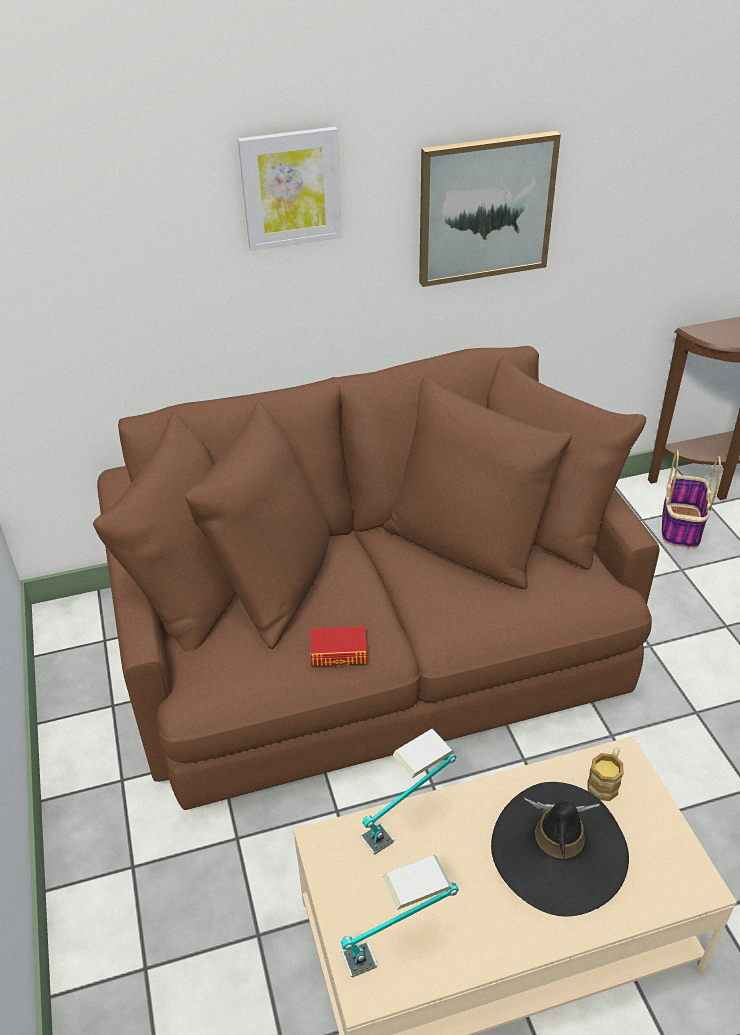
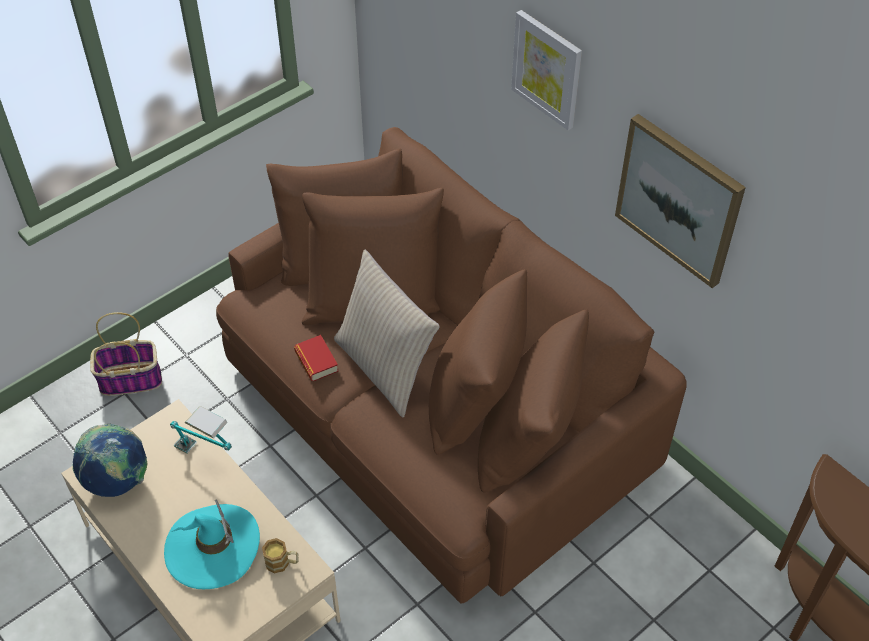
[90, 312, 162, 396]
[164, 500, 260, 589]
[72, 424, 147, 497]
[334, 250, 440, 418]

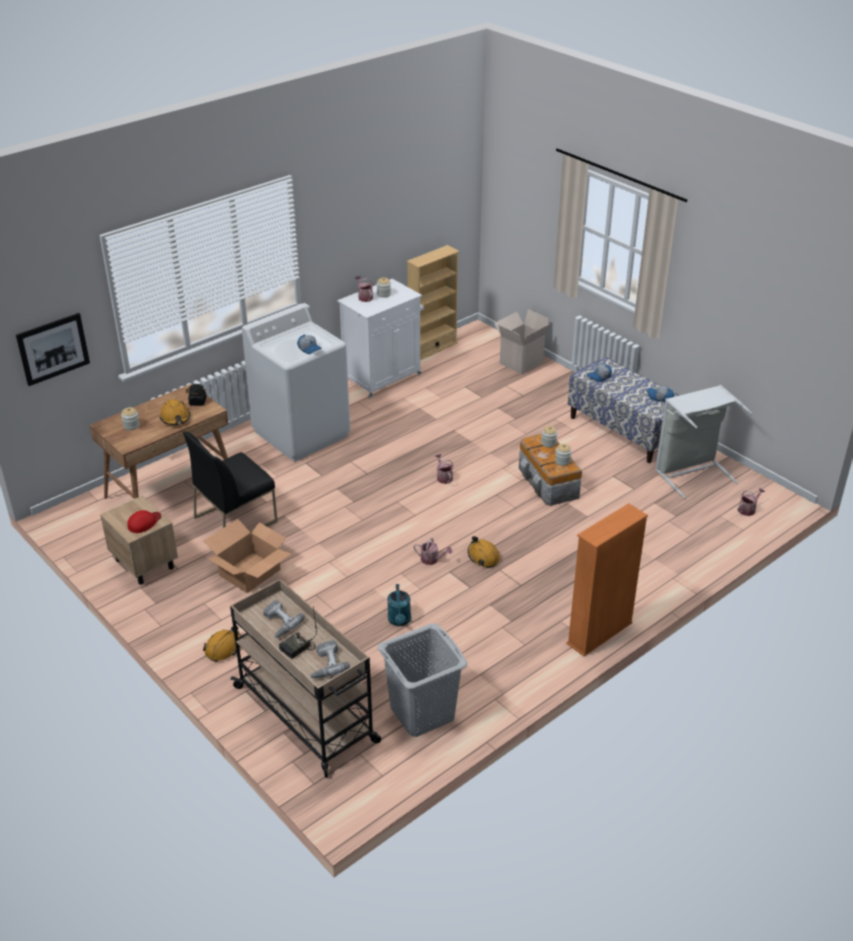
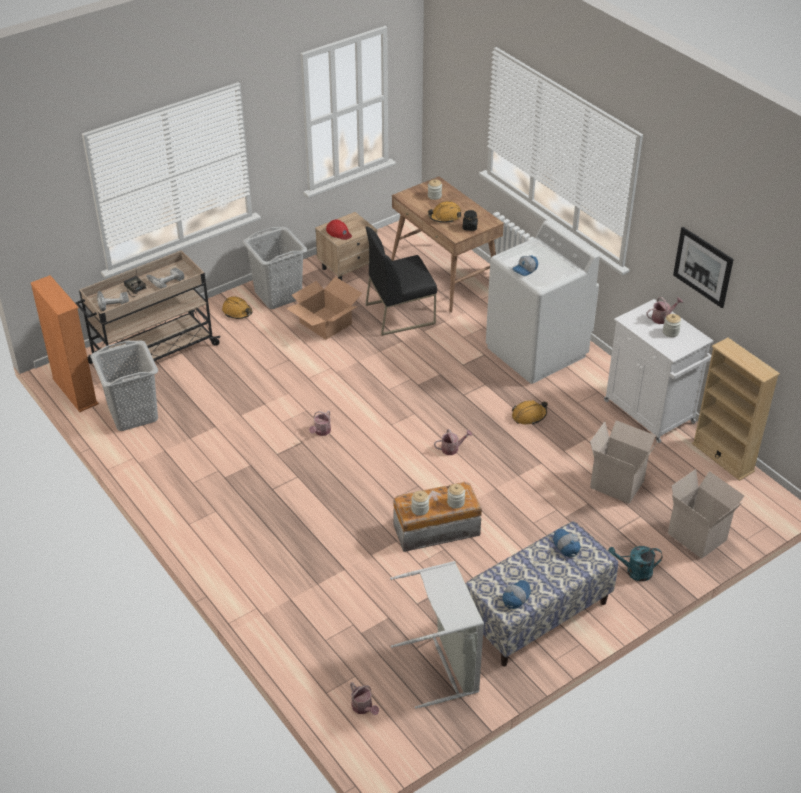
[673, 227, 734, 308]
[365, 226, 437, 336]
[30, 275, 99, 412]
[512, 400, 548, 424]
[608, 546, 662, 581]
[242, 227, 307, 309]
[590, 420, 657, 504]

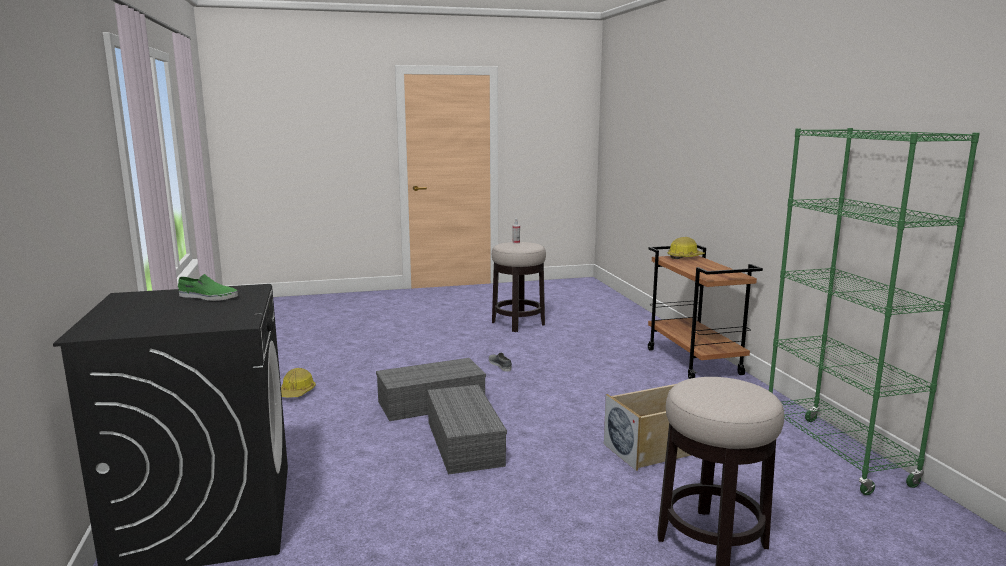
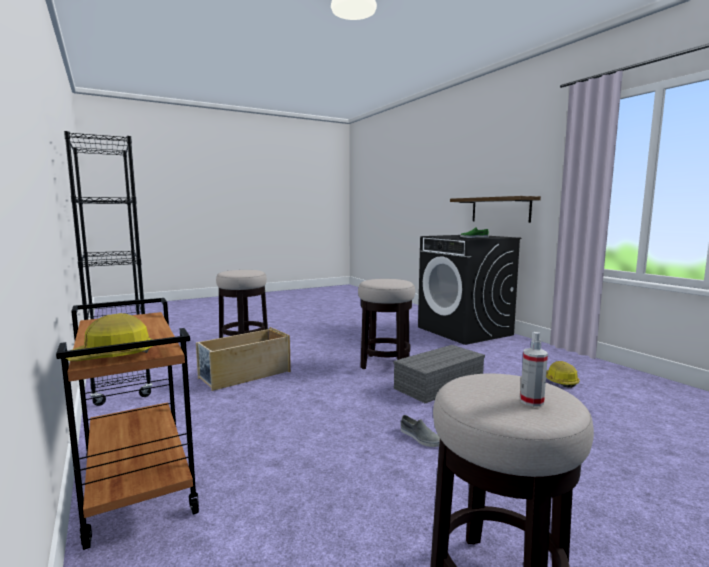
[64, 131, 153, 406]
[358, 279, 415, 369]
[450, 196, 541, 223]

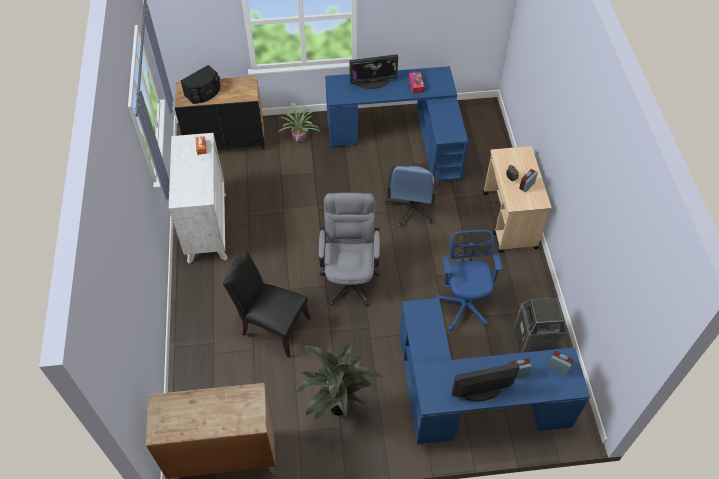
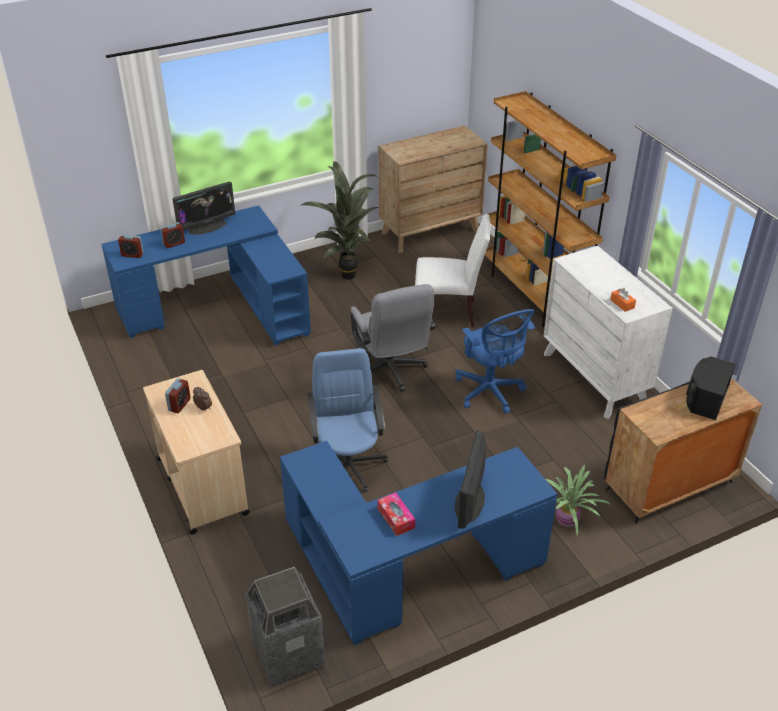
[455, 430, 487, 528]
[455, 309, 535, 414]
[415, 214, 491, 327]
[246, 567, 325, 687]
[485, 91, 616, 327]

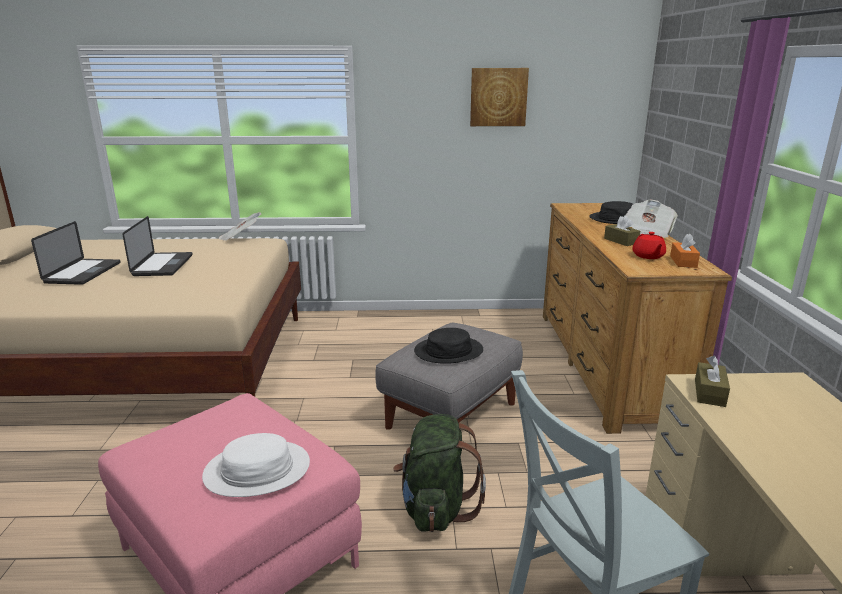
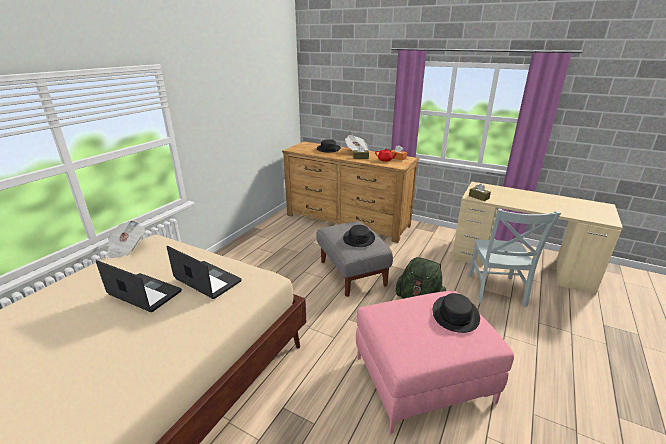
[470, 68, 529, 126] (first image)
[167, 246, 241, 299]
[432, 293, 480, 333]

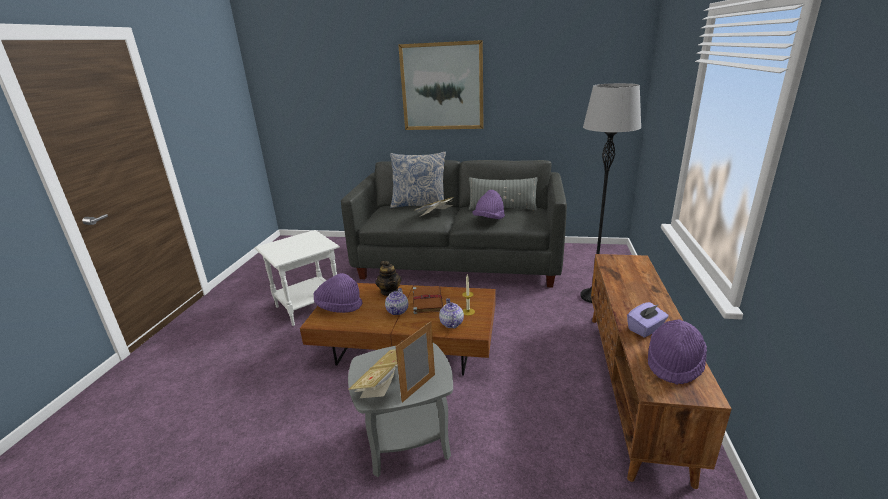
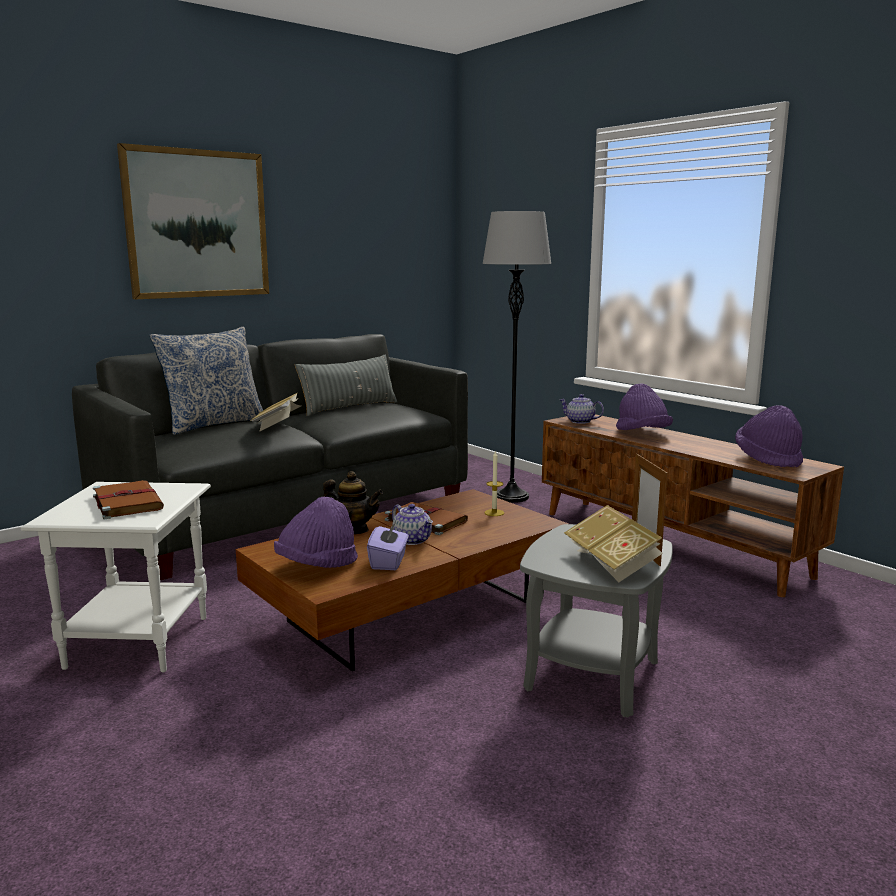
[616, 383, 673, 430]
[559, 394, 604, 424]
[367, 520, 409, 570]
[93, 480, 164, 519]

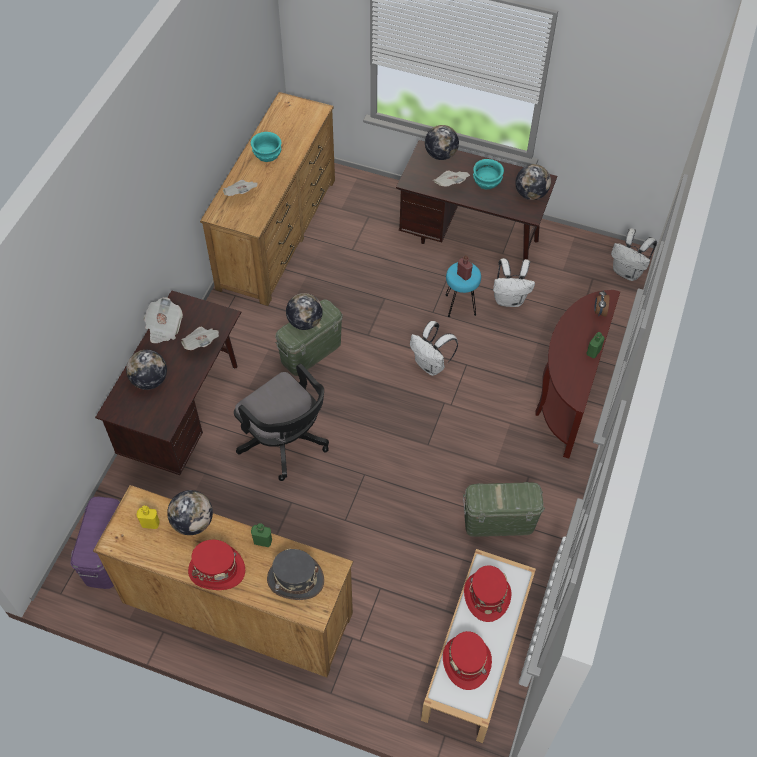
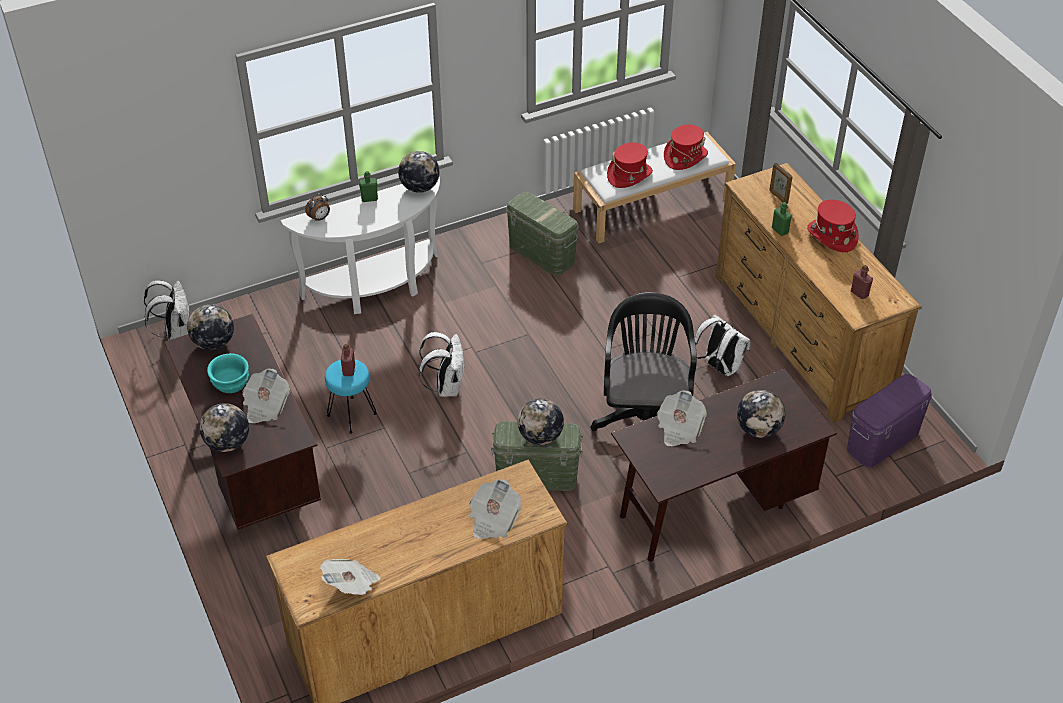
[251, 132, 282, 162] (first image)
[695, 314, 751, 376]
[281, 177, 440, 314]
[320, 559, 381, 595]
[398, 151, 440, 193]
[851, 265, 873, 299]
[769, 163, 793, 204]

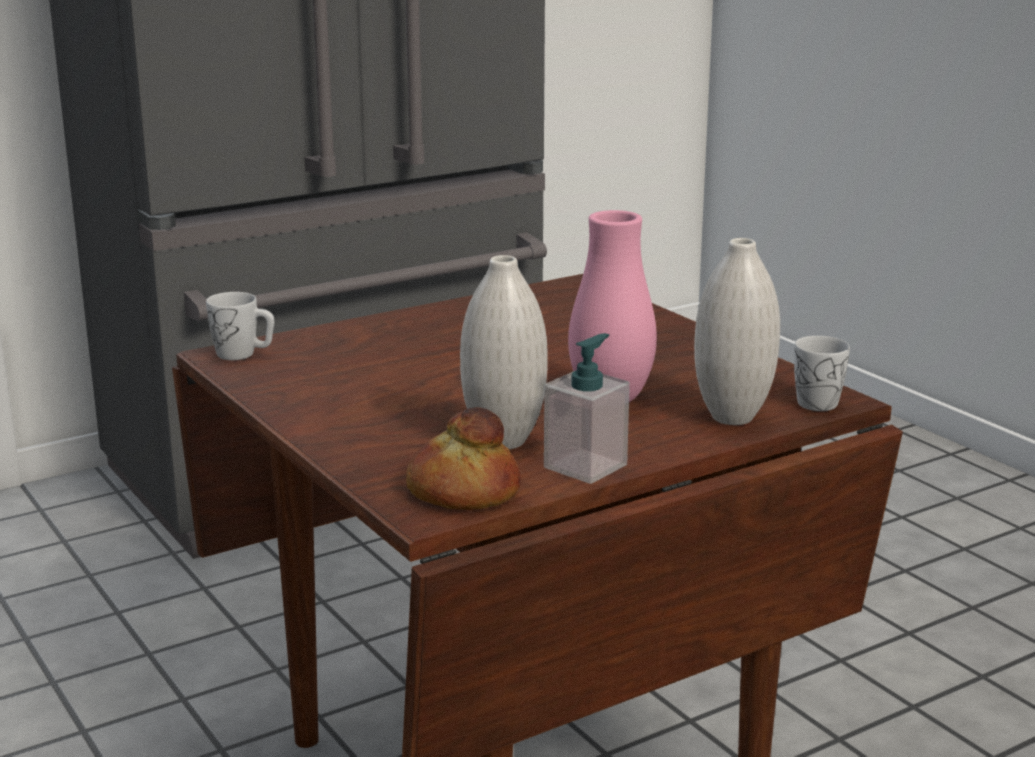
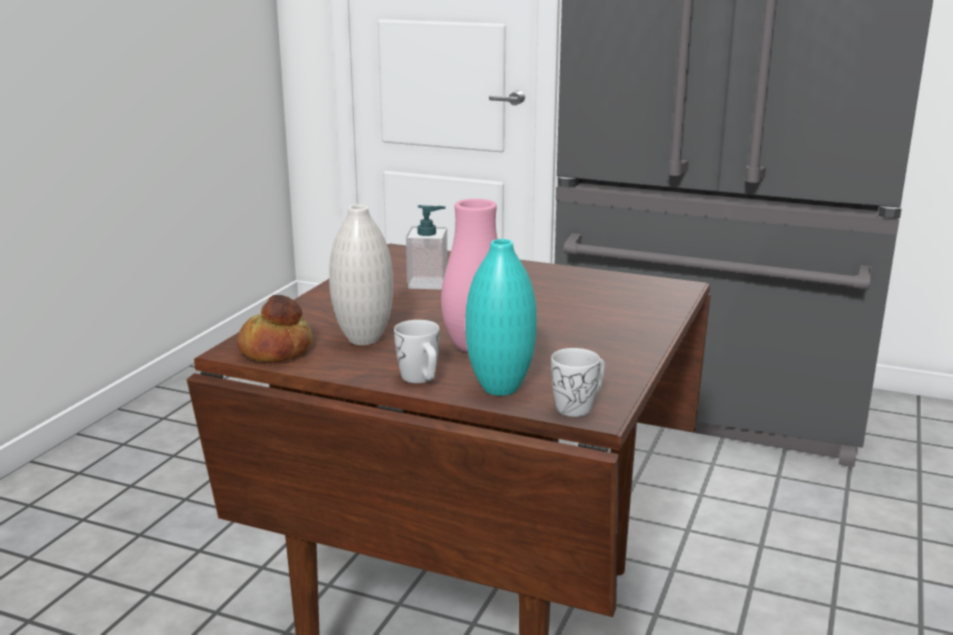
[465, 239, 537, 396]
[394, 320, 440, 383]
[406, 205, 448, 290]

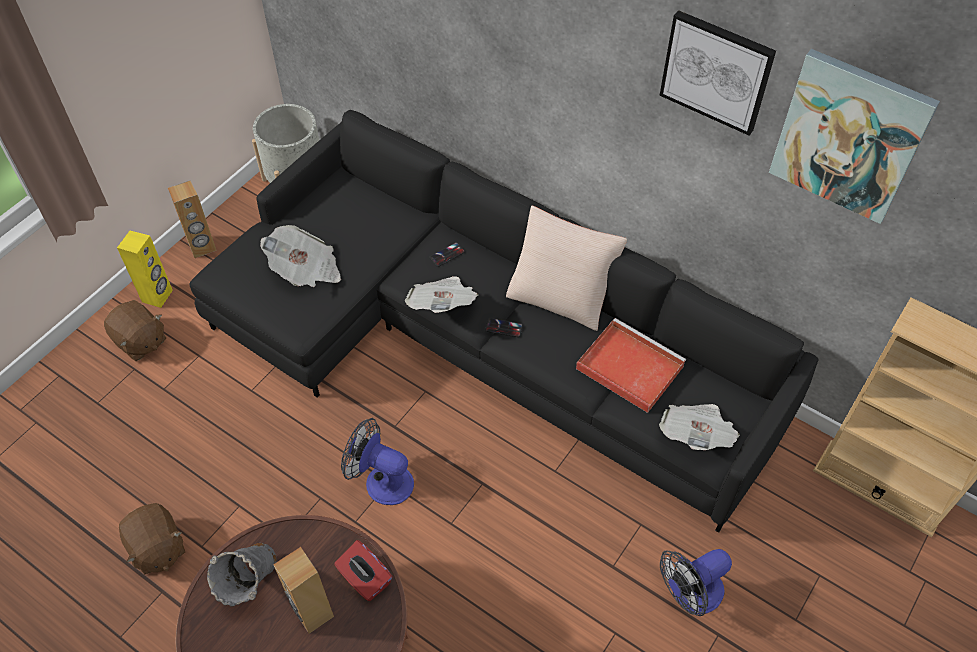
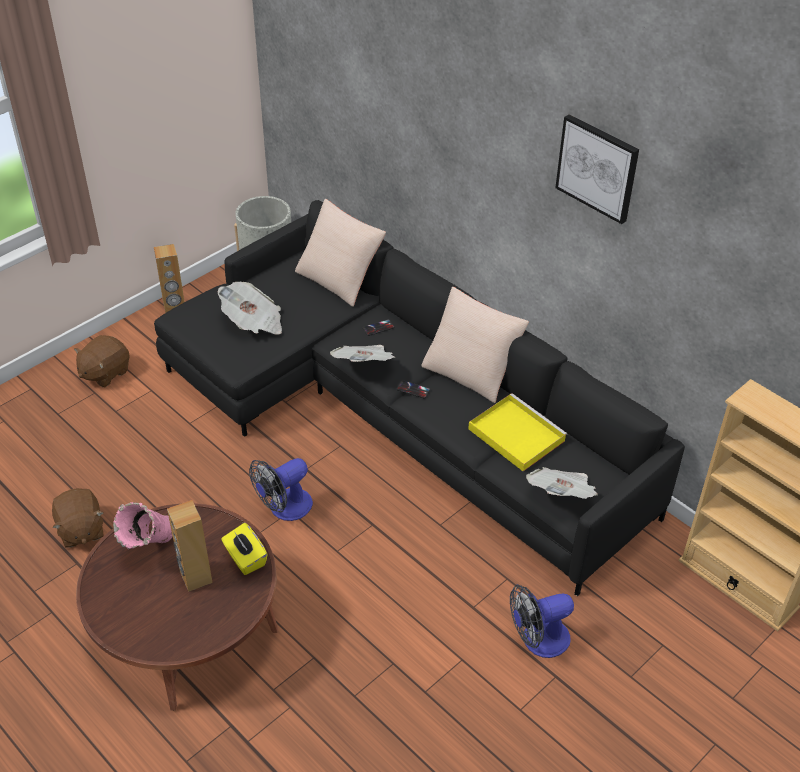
[769, 49, 940, 224] (first image)
[117, 231, 173, 308] (first image)
[74, 335, 130, 387]
[468, 393, 567, 471]
[249, 458, 313, 521]
[221, 523, 268, 575]
[113, 502, 173, 549]
[295, 199, 386, 307]

